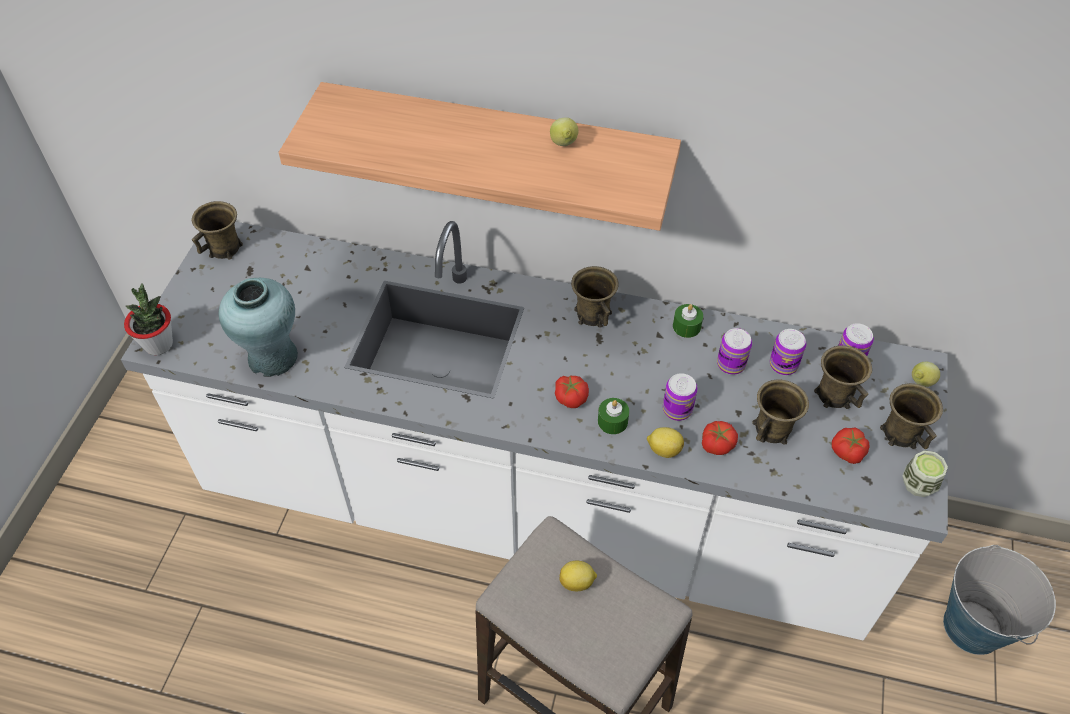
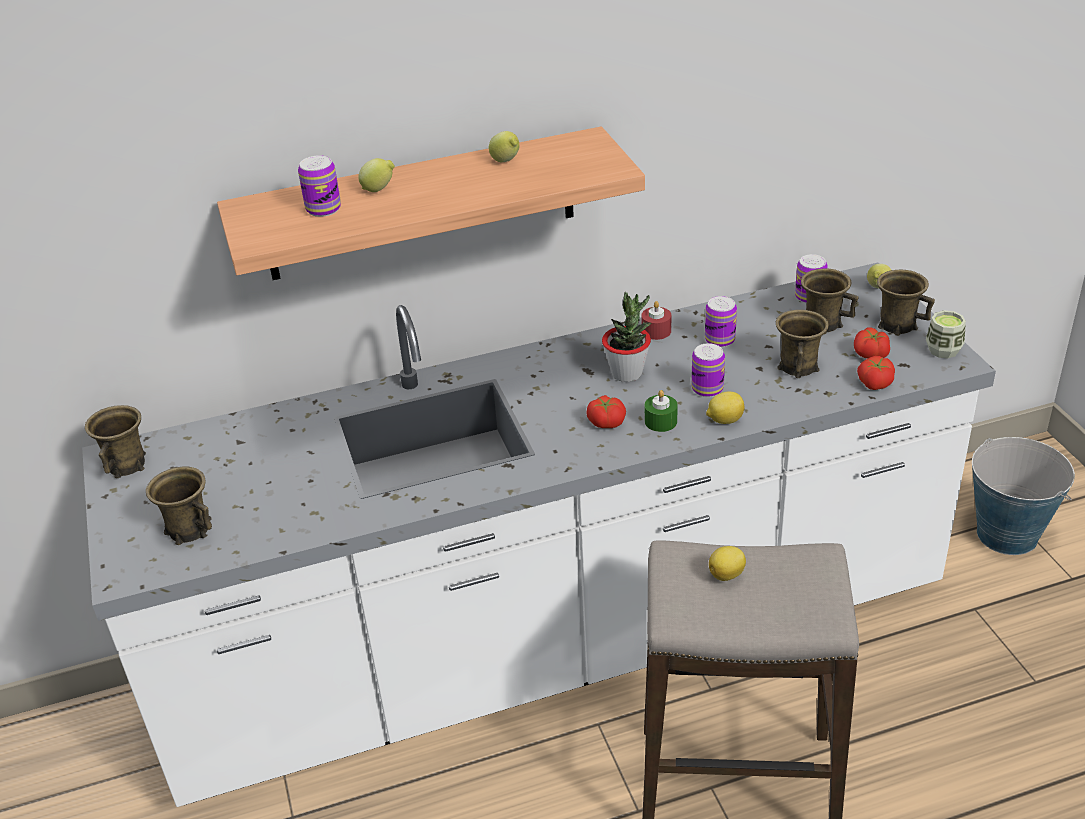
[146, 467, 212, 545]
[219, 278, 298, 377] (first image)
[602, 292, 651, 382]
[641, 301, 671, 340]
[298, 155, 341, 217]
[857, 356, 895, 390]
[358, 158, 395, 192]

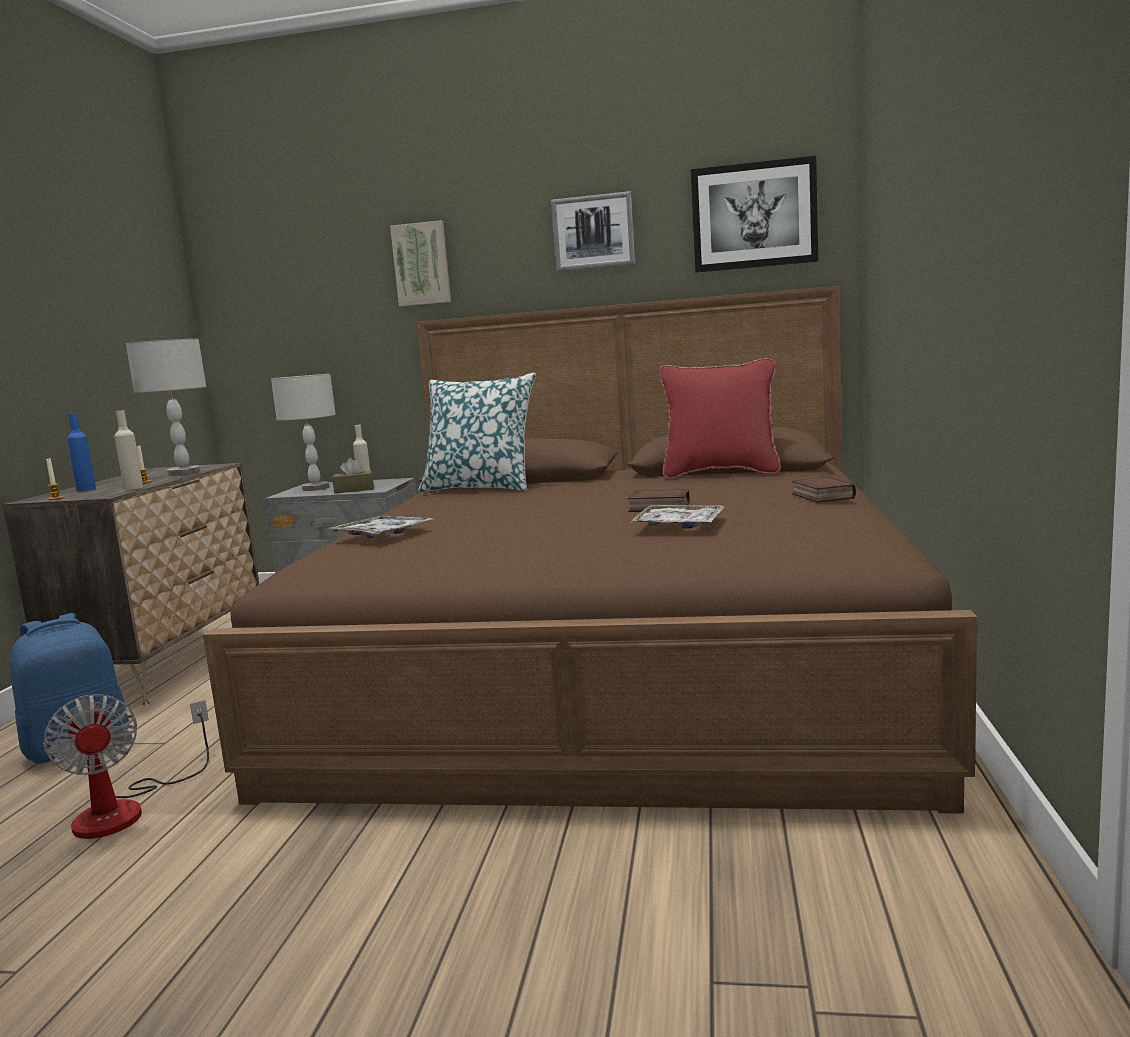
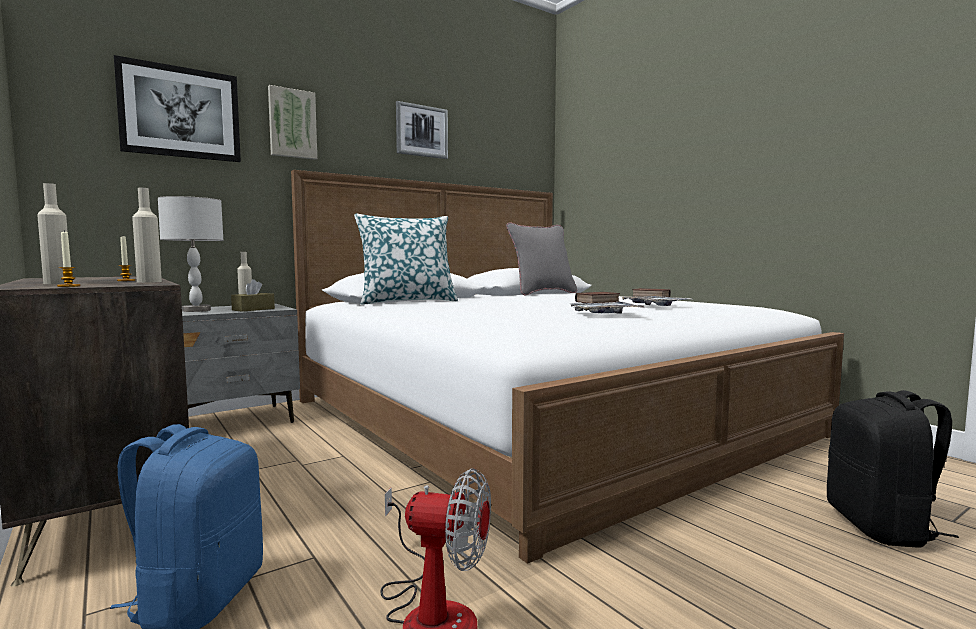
[114, 55, 241, 162]
[291, 170, 844, 564]
[126, 339, 206, 476] (first image)
[506, 223, 577, 296]
[37, 183, 68, 284]
[571, 302, 645, 314]
[827, 390, 959, 548]

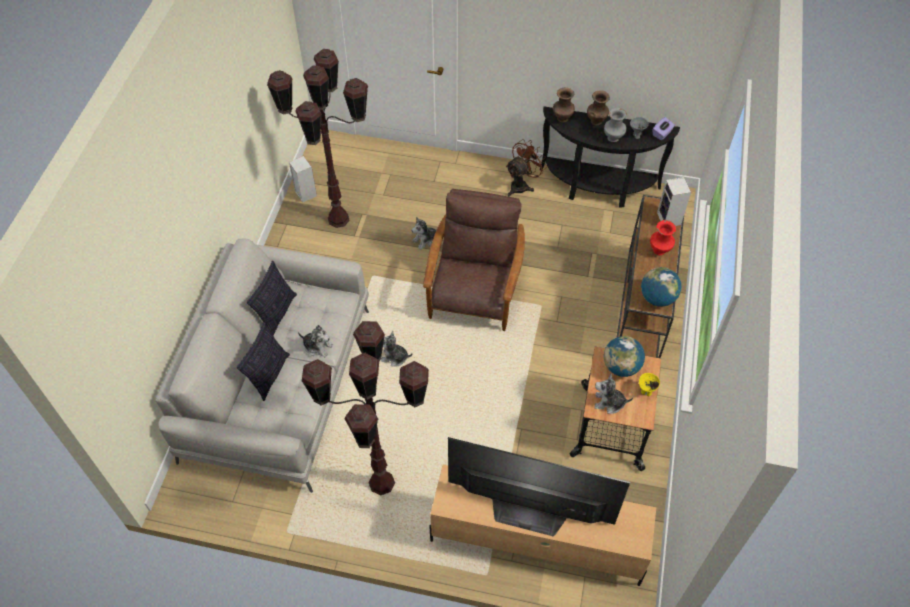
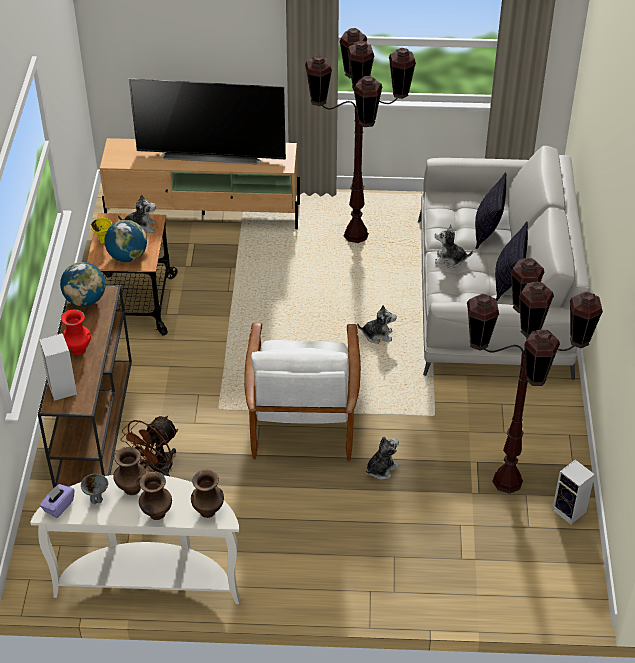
[30, 475, 240, 604]
[113, 447, 146, 495]
[121, 416, 178, 476]
[244, 322, 361, 461]

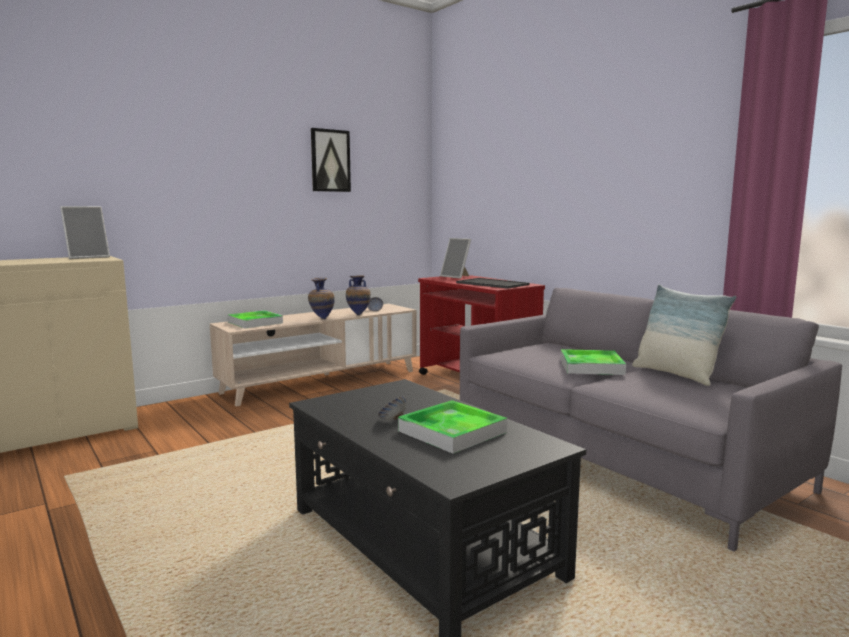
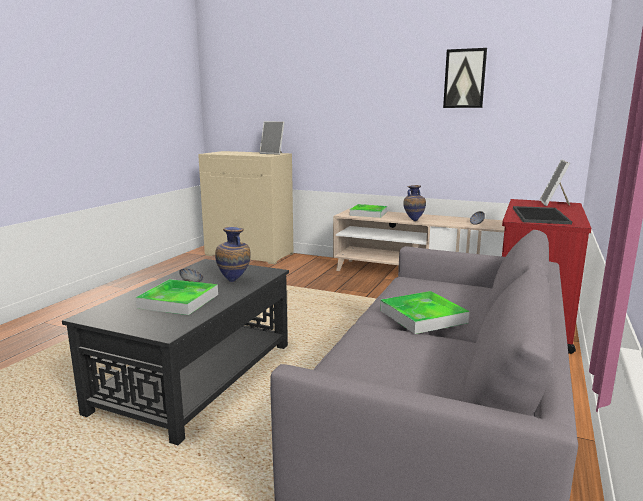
[215, 227, 251, 282]
[632, 285, 737, 386] (first image)

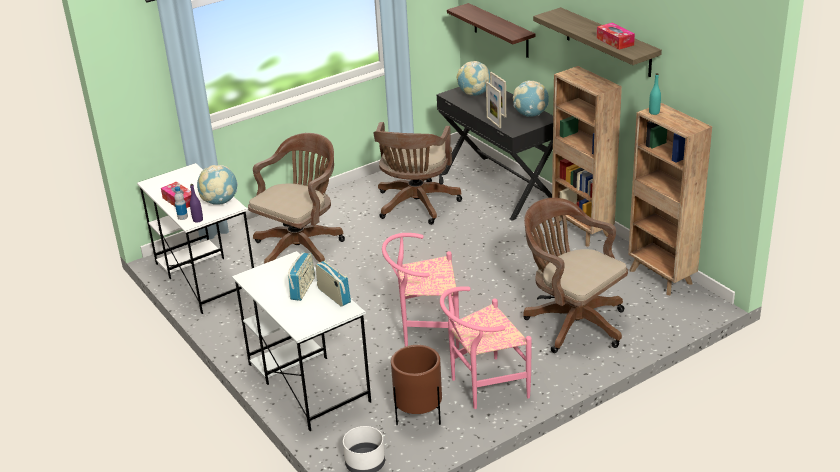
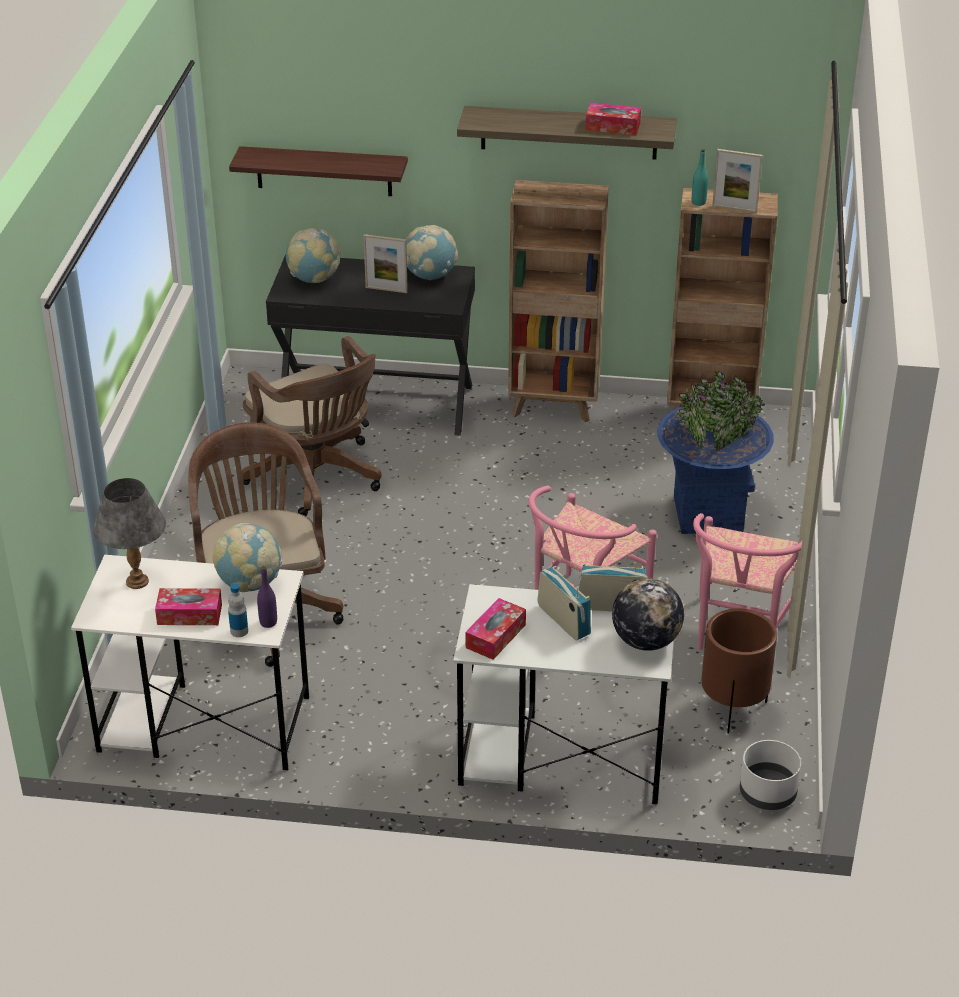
[712, 149, 763, 213]
[657, 371, 774, 534]
[93, 478, 166, 589]
[612, 578, 684, 651]
[466, 598, 526, 660]

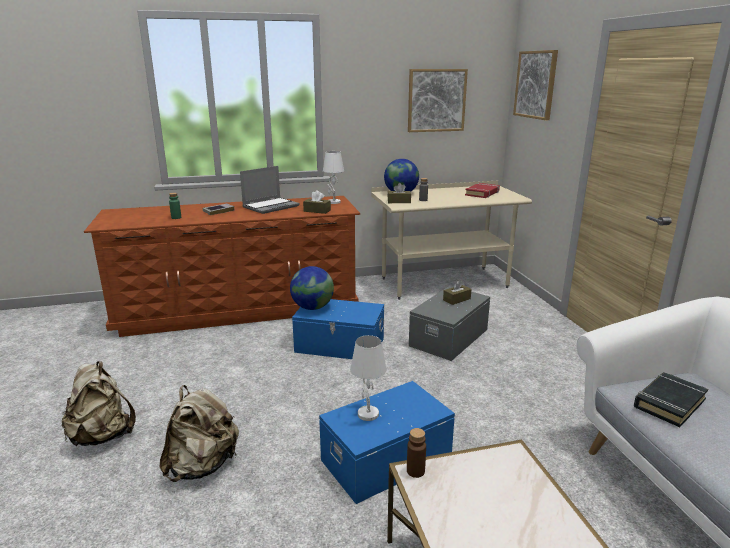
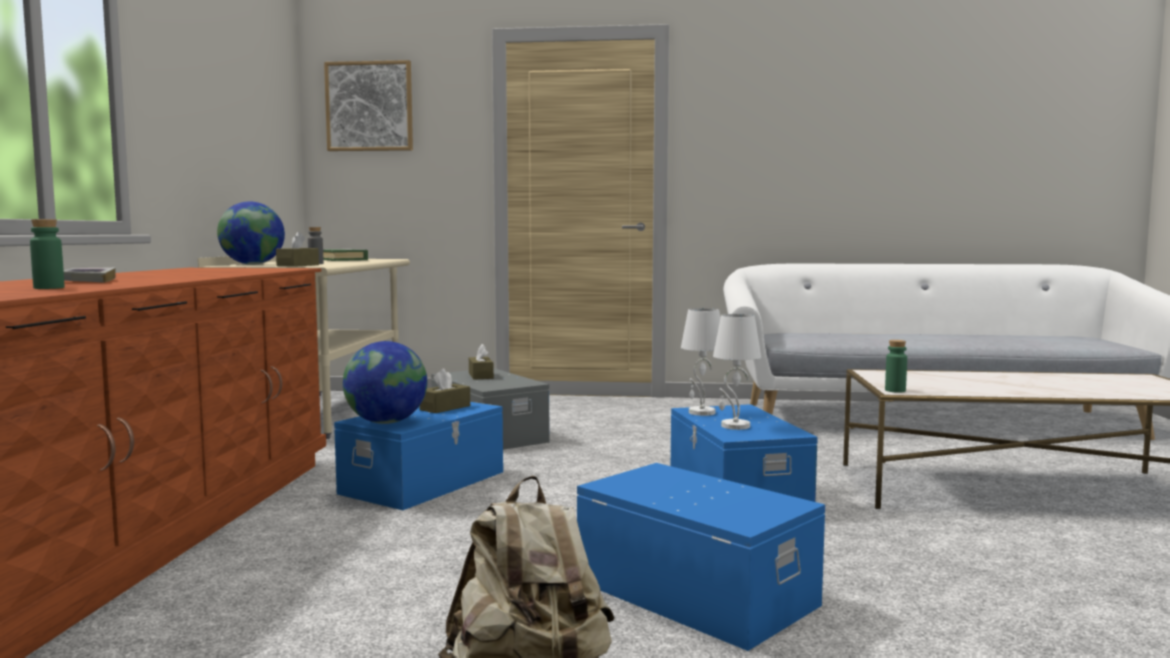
[408, 69, 468, 132] (first image)
[681, 308, 720, 416]
[240, 166, 300, 214] (first image)
[323, 249, 368, 261]
[419, 369, 470, 413]
[634, 372, 708, 427] (first image)
[577, 463, 825, 651]
[885, 340, 907, 393]

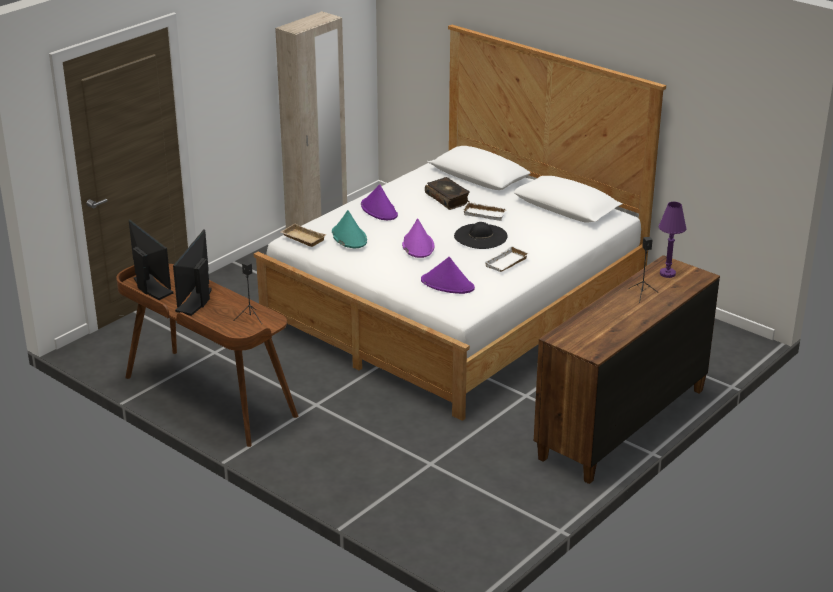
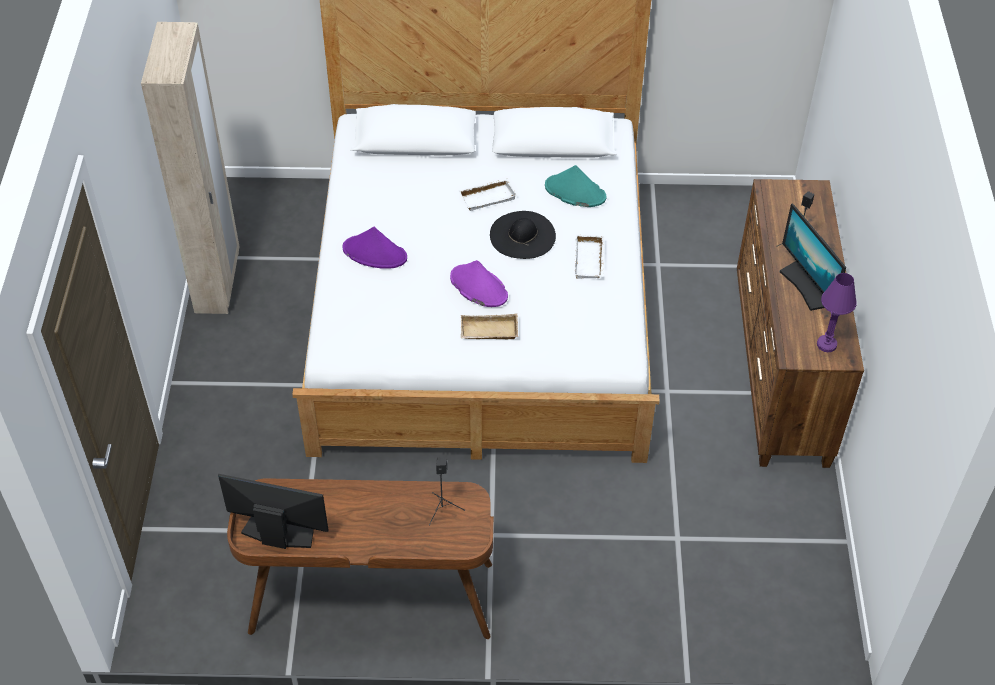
[425, 177, 470, 210] (first image)
[817, 273, 857, 352]
[545, 165, 607, 207]
[461, 313, 518, 339]
[780, 203, 846, 311]
[421, 257, 475, 294] (first image)

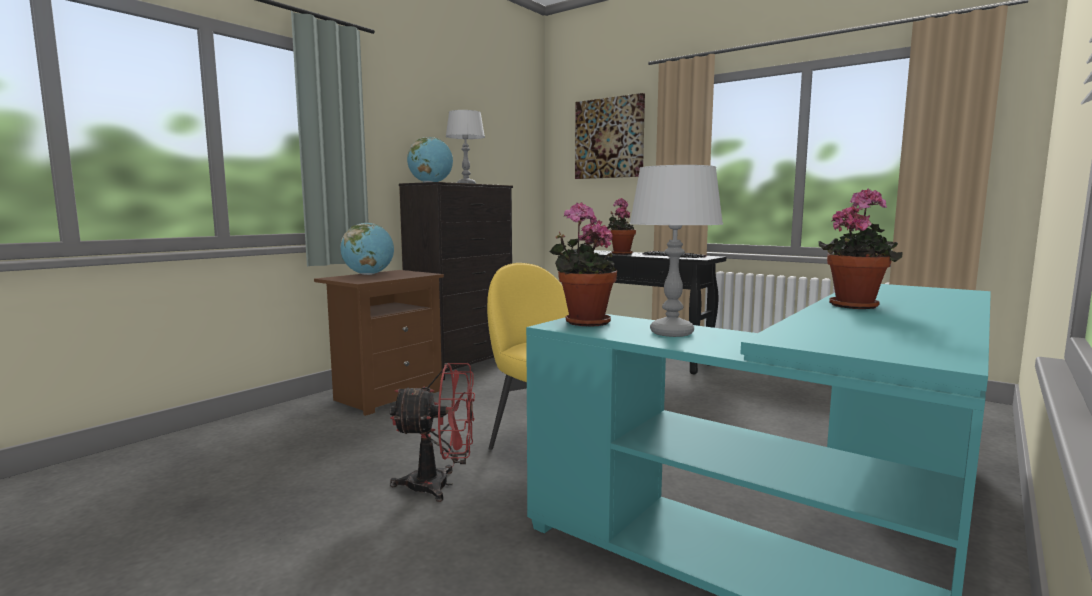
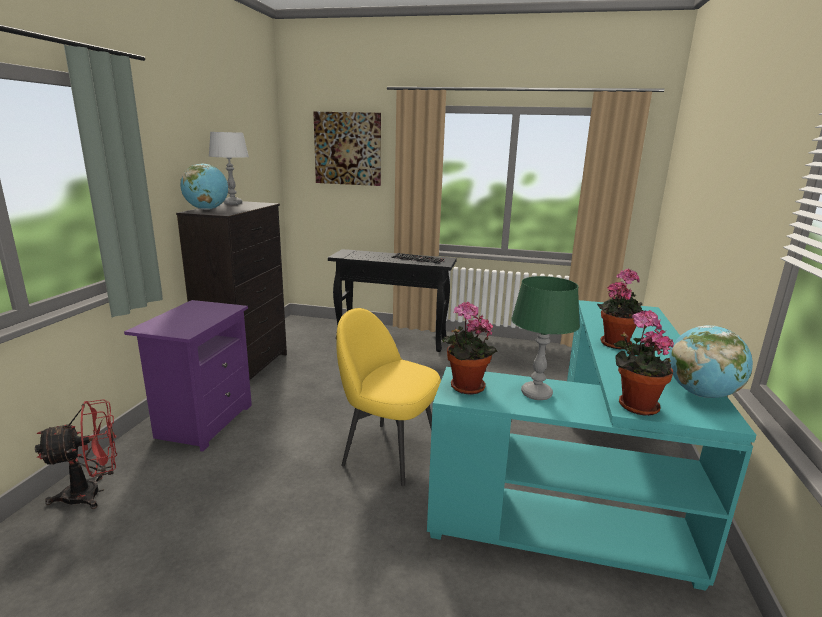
[511, 276, 580, 400]
[614, 310, 674, 416]
[669, 325, 753, 398]
[124, 300, 252, 452]
[35, 399, 117, 509]

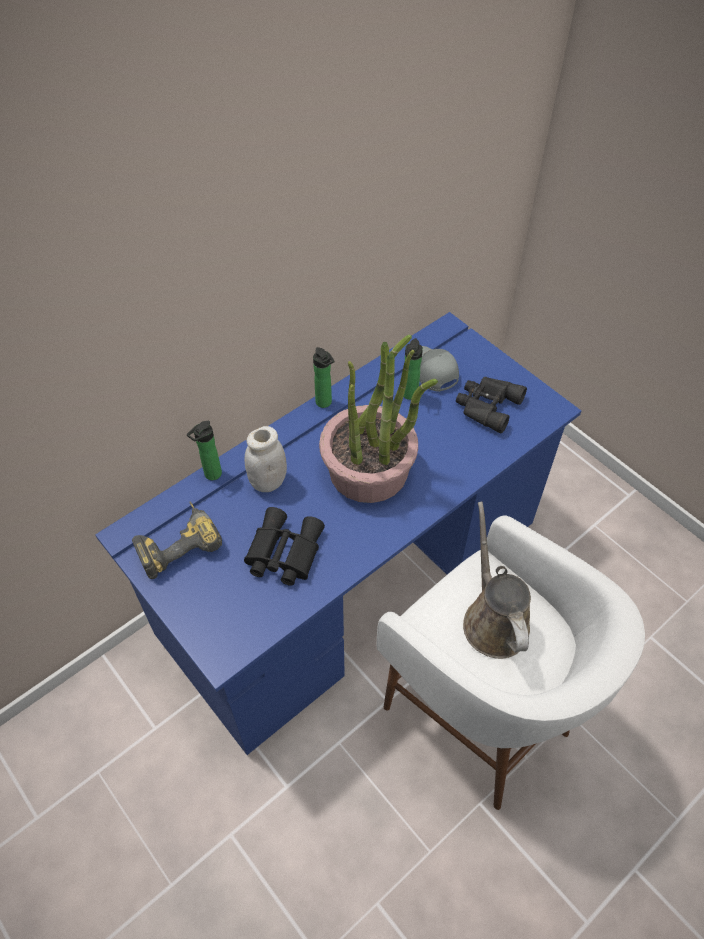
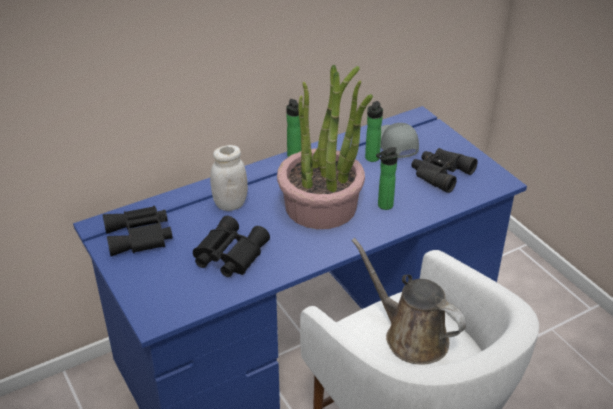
[376, 147, 398, 210]
[103, 206, 173, 256]
[351, 238, 466, 365]

